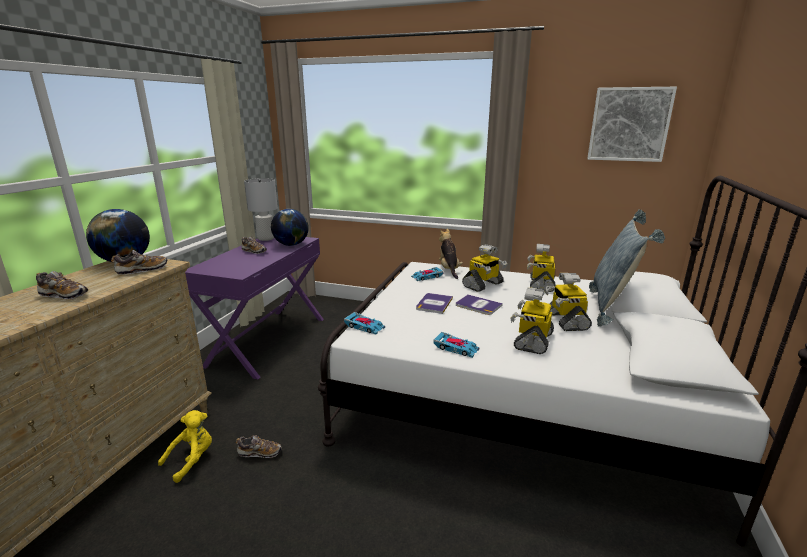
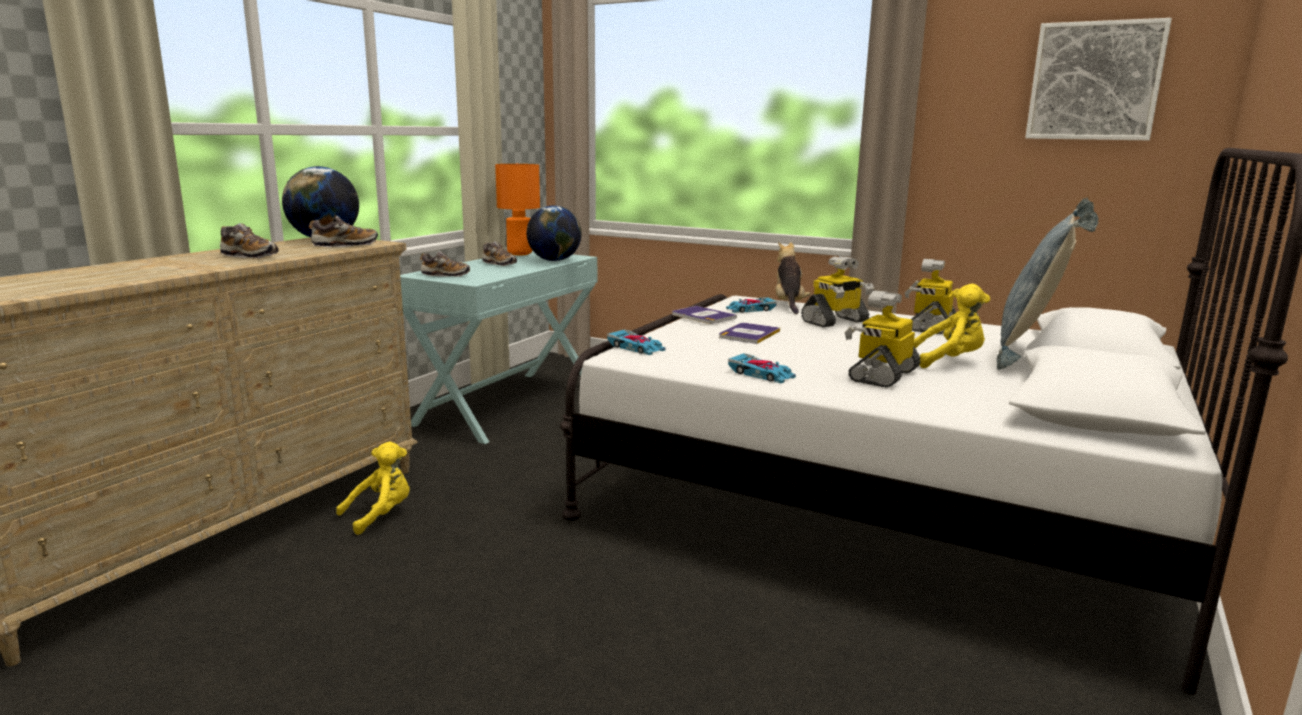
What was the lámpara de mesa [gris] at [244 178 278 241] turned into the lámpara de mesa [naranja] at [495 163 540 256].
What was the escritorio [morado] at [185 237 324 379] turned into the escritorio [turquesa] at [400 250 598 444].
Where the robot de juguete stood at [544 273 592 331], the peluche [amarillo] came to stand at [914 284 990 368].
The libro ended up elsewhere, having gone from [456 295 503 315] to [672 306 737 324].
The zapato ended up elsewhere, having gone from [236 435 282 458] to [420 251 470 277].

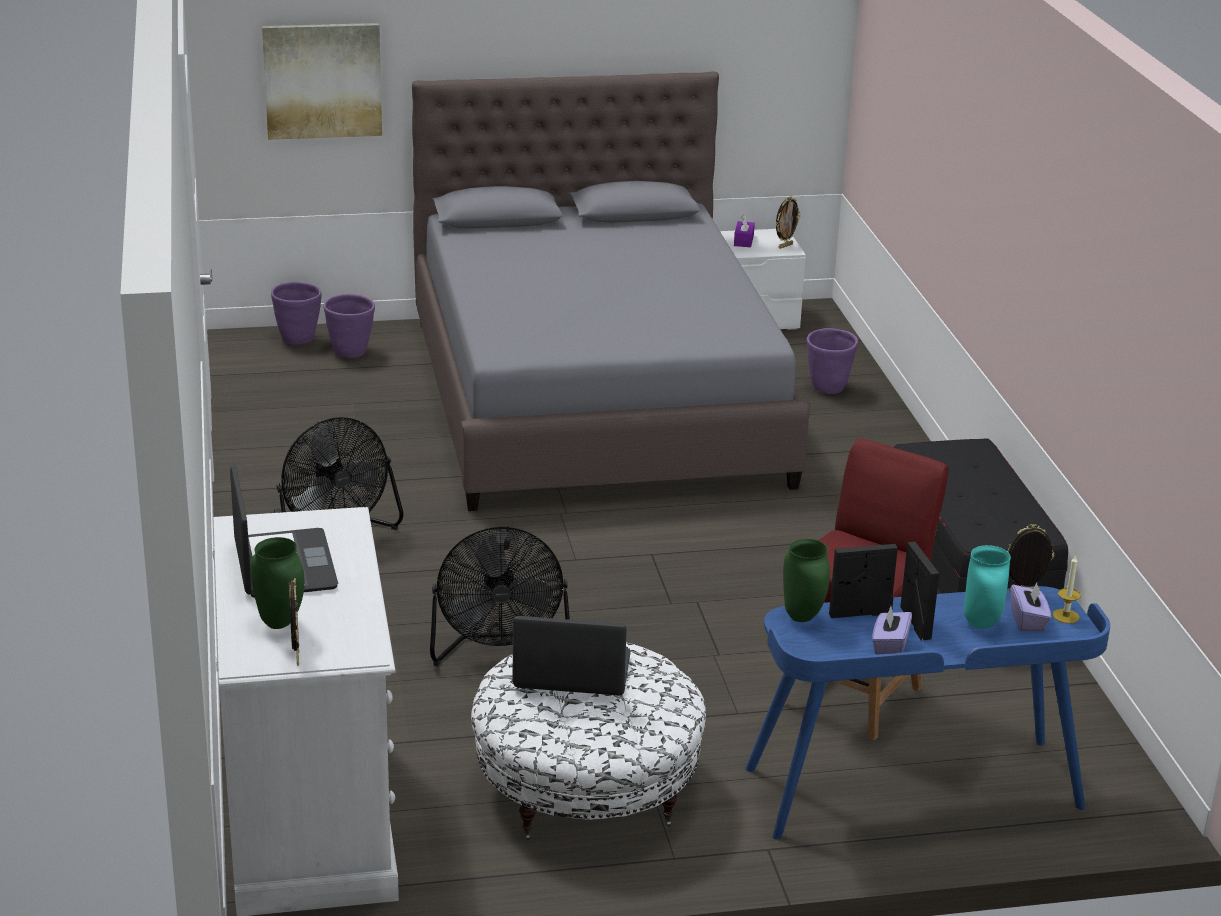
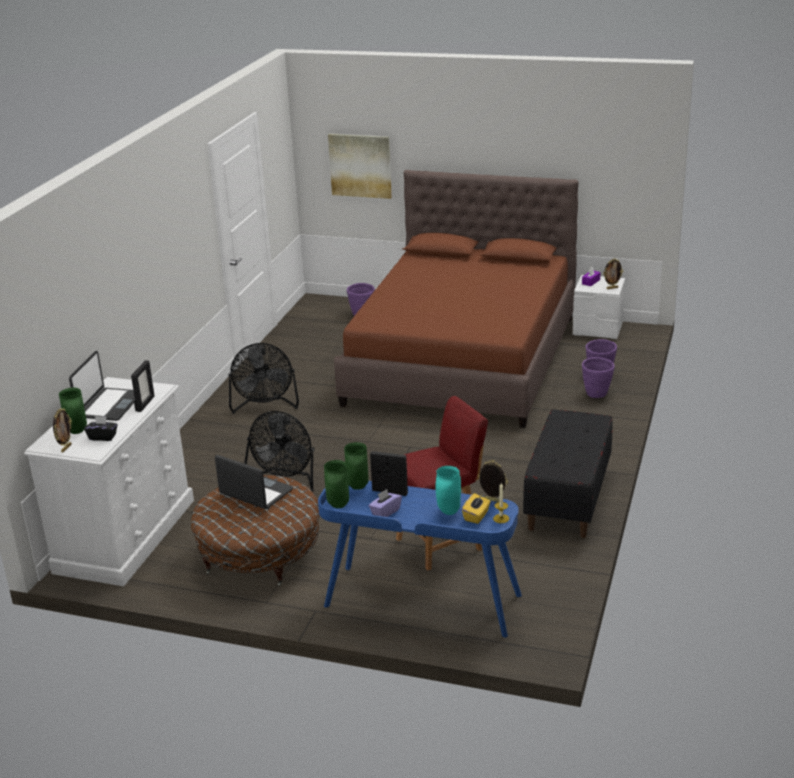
What was the cama [gris] at [412 71 811 511] turned into the cama [marrón] at [334 170 578 428].
The maceta [morado] ended up elsewhere, having gone from [271 282 321 345] to [582 357 615 398].
The portarretratos ended up elsewhere, having gone from [900 542 939 641] to [131 360 155 412].
What was the caja de pañuelos [morado] at [1010 583 1051 632] turned into the caja de pañuelos [amarillo] at [462 493 491 524].
What was the puf [blanco] at [471 642 706 840] turned into the puf [marrón] at [191 475 319 586].
The second view gained the caja de pañuelos [negro] at [84 416 117 441].
The second view gained the florero [verde] at [324 460 349 508].

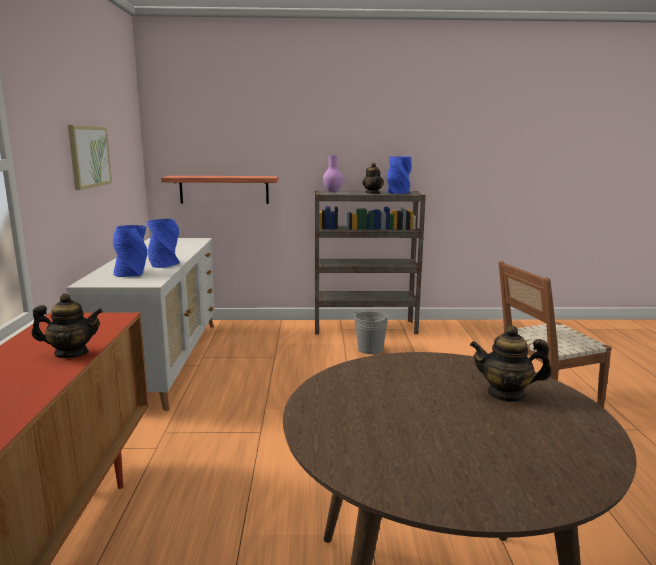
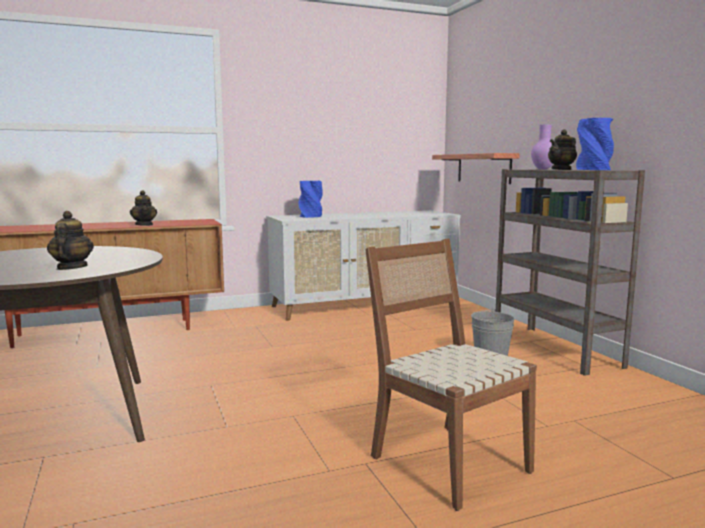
The second view lost the cuadro at [68 125 112 190].
The second view lost the florero [azul] at [147 219 180 268].

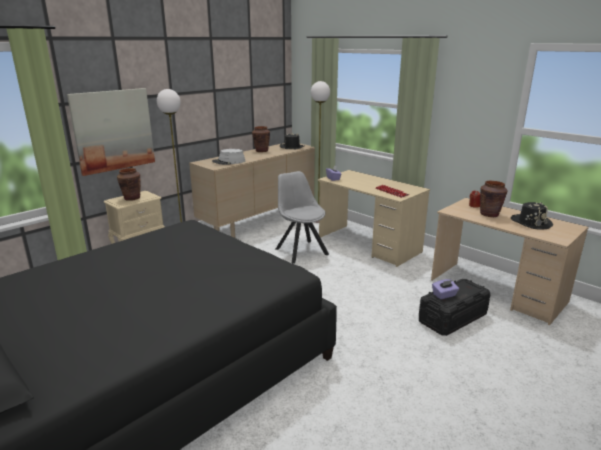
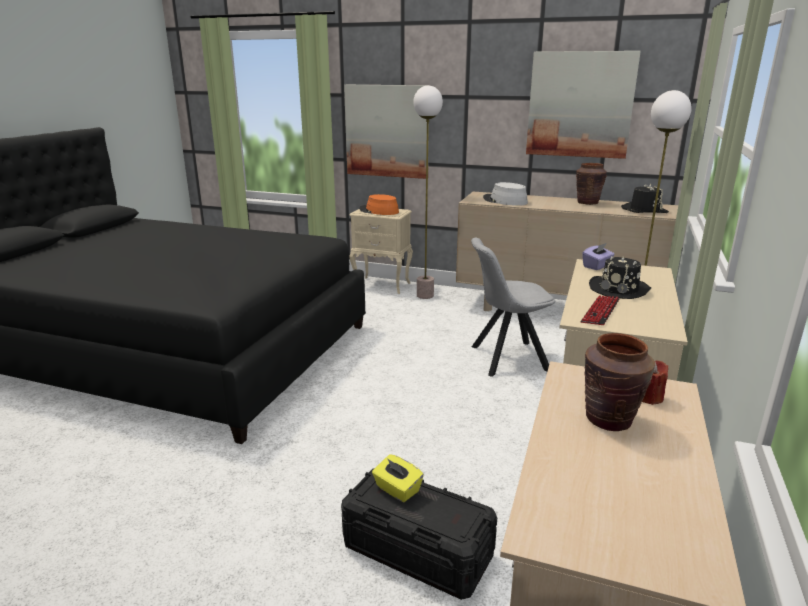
Where the florero [marrón] stood at [117 168 141 201], the sombrero [naranja] came to stand at [359 194 399 215].
The silla [gris] at [276 171 329 264] ended up facing another way, 135 degrees counterclockwise from before.
The sombrero [negro] ended up elsewhere, having gone from [511 202 553 230] to [589 256 651 299].
What was the caja de pañuelos [morado] at [432 279 459 299] turned into the caja de pañuelos [amarillo] at [372 454 424 502].
The second view gained the cuadro at [526 51 641 159].

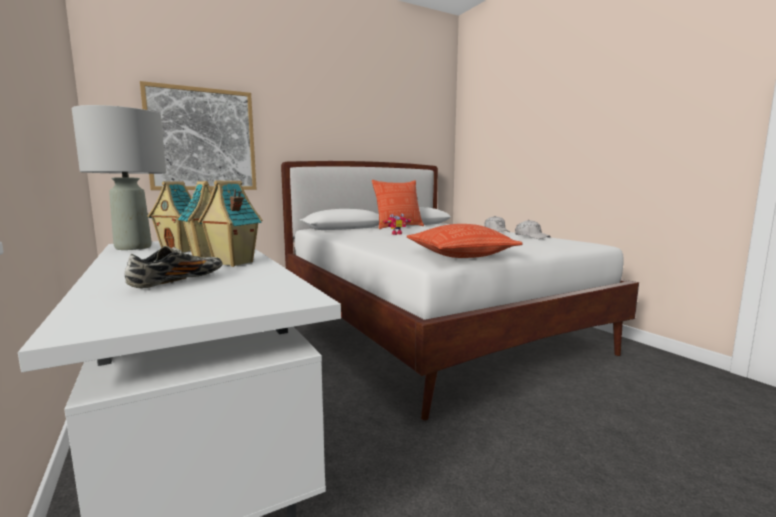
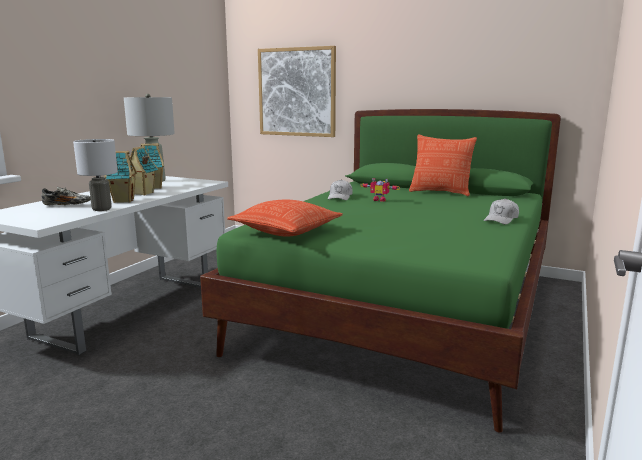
What was the cama [blanco] at [281 161 639 420] turned into the cama [verde] at [200 109 561 433].
The gorra [blanco] ended up elsewhere, having gone from [515 220 551 239] to [328 179 353 200].
The second view gained the lámpara de mesa [blanco] at [73 139 118 211].

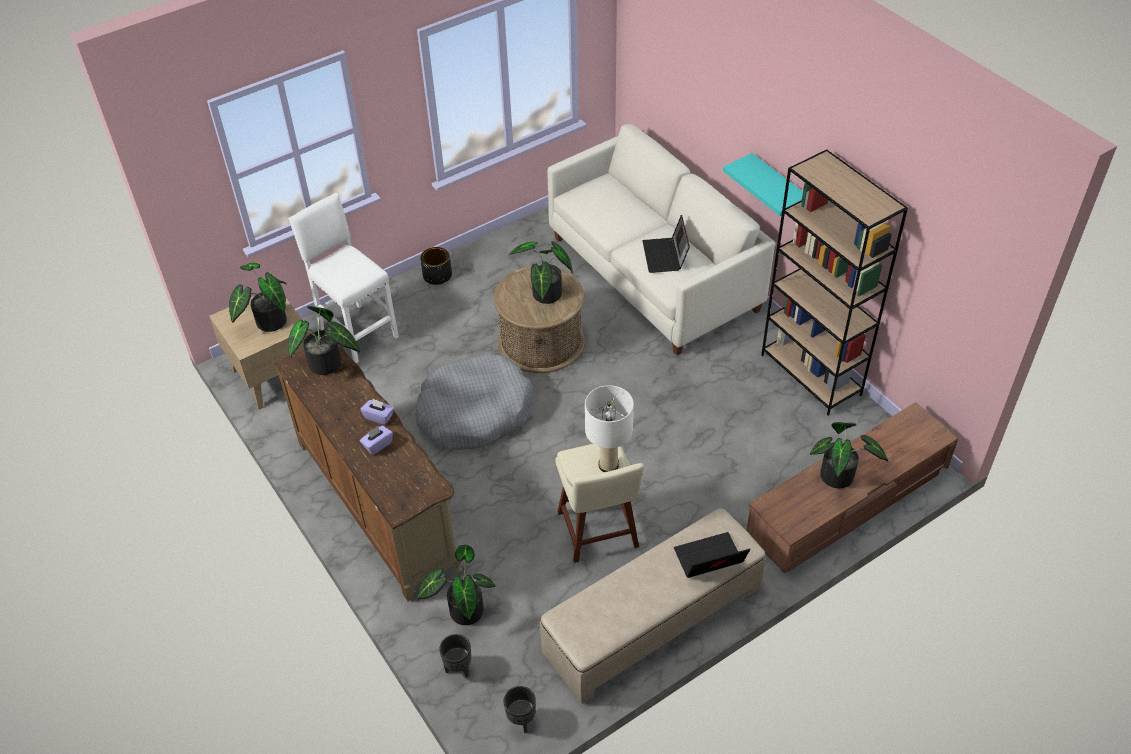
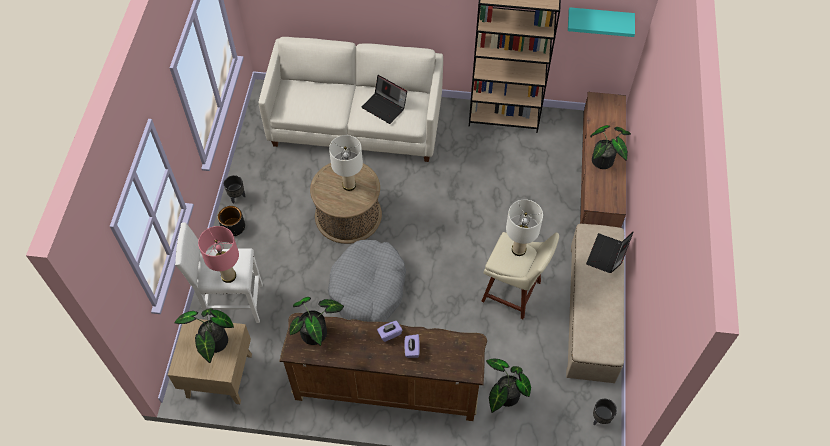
The estante [turquesa] ended up elsewhere, having gone from [723 153 803 216] to [568 7 635 37].
Where the planta en maceta stood at [509 241 573 304], the lámpara de mesa [blanco] came to stand at [329 135 363 191].
The maceta [negro] ended up elsewhere, having gone from [439 634 471 677] to [224 175 245 203].
The second view gained the lámpara de mesa [rosa] at [198 226 239 283].

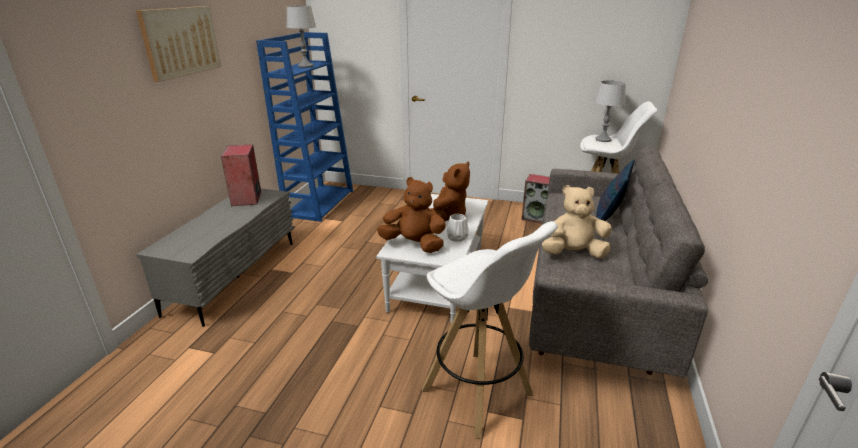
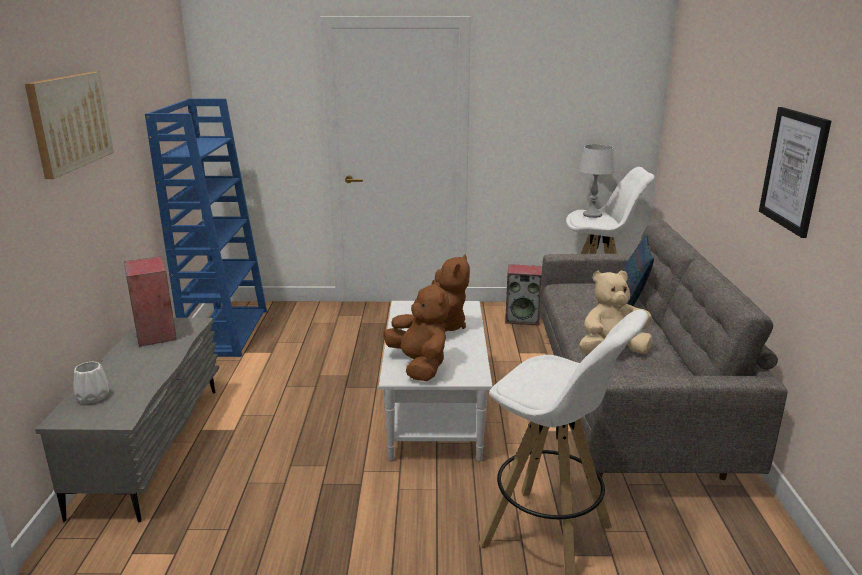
The second view lost the lámpara de mesa [gris] at [286 6 316 68].
The peluche [marrón] at [377 177 446 253] ended up facing another way, 60 degrees clockwise from before.
The florero [blanco] ended up elsewhere, having gone from [447 214 468 242] to [74 362 110 404].
The second view gained the cuadro at [759 107 831 238].

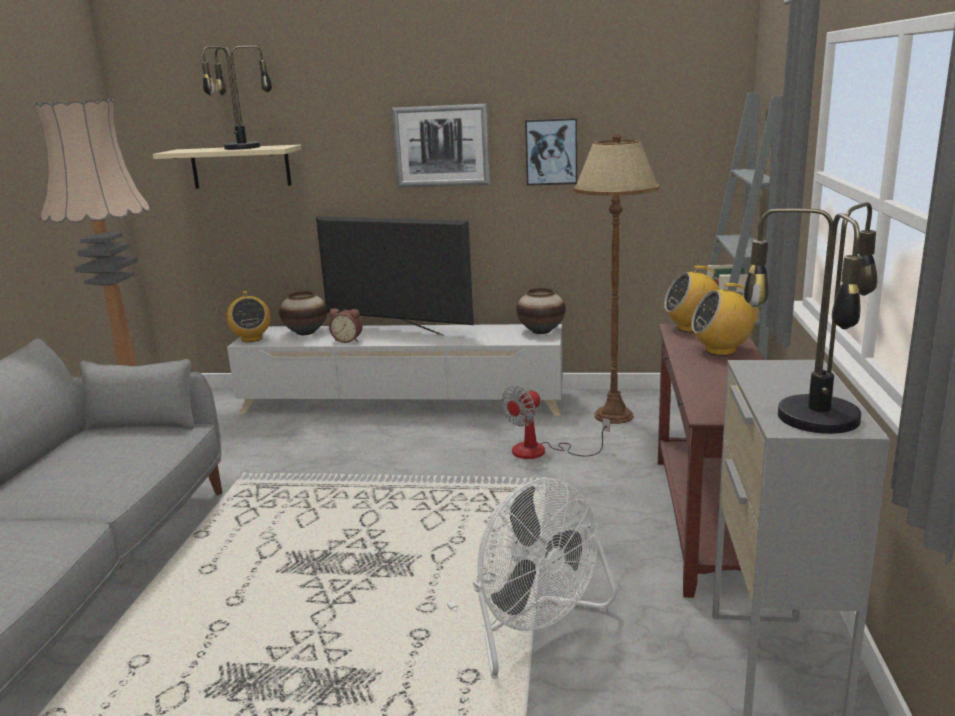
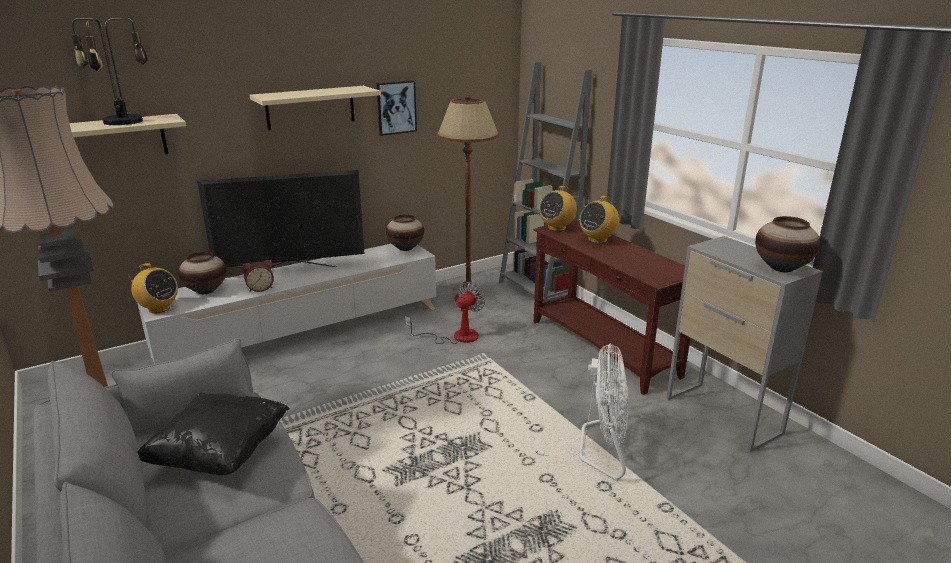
Where the cuadro hung at [392 104 490 187], the estante [beis] came to hang at [249 86 381 131].
Where the lámpara de mesa stood at [744 202 877 434], the florero came to stand at [755 216 820 272].
The ventilador at [501 386 610 459] ended up facing another way, 150 degrees counterclockwise from before.
The second view gained the cojín [negro] at [138 393 290 475].

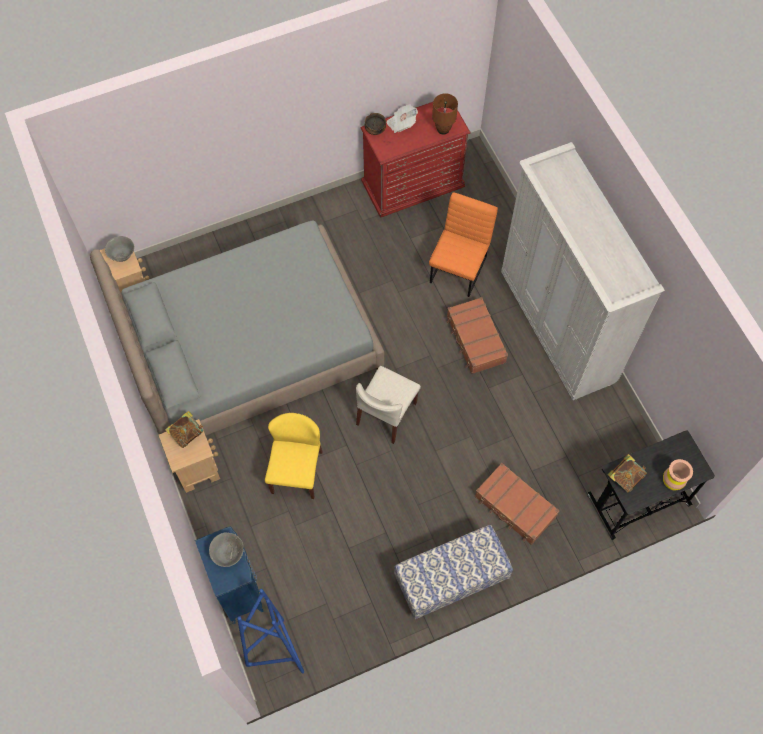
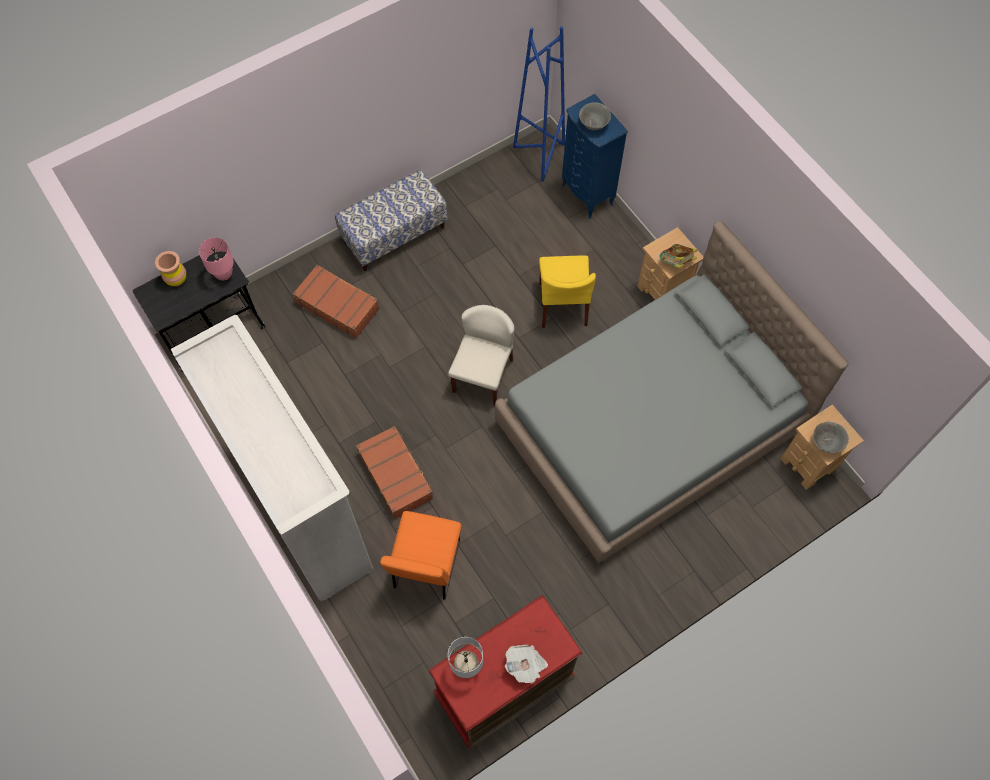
What was the lámpara de mesa [marrón] at [432 93 458 135] turned into the lámpara de mesa [blanco] at [448 637 483 678].
The second view lost the cuenco at [365 113 386 135].
Where the libro stood at [608 454 647 492], the lámpara de mesa [rosa] came to stand at [199 237 234 282].

